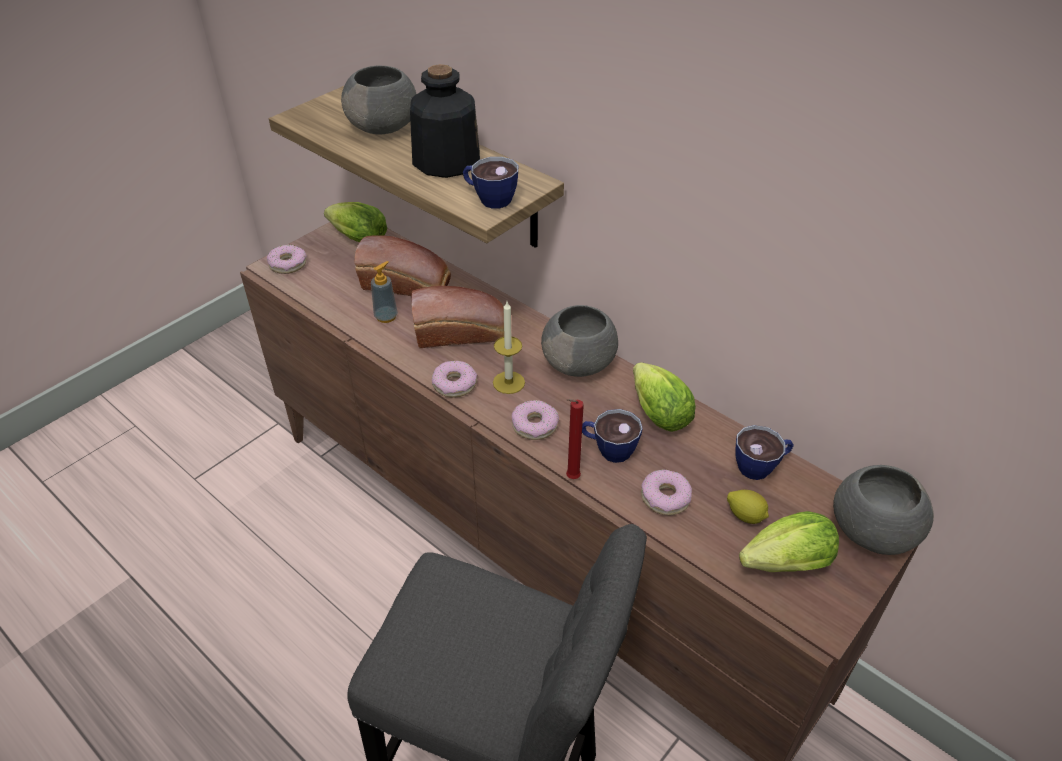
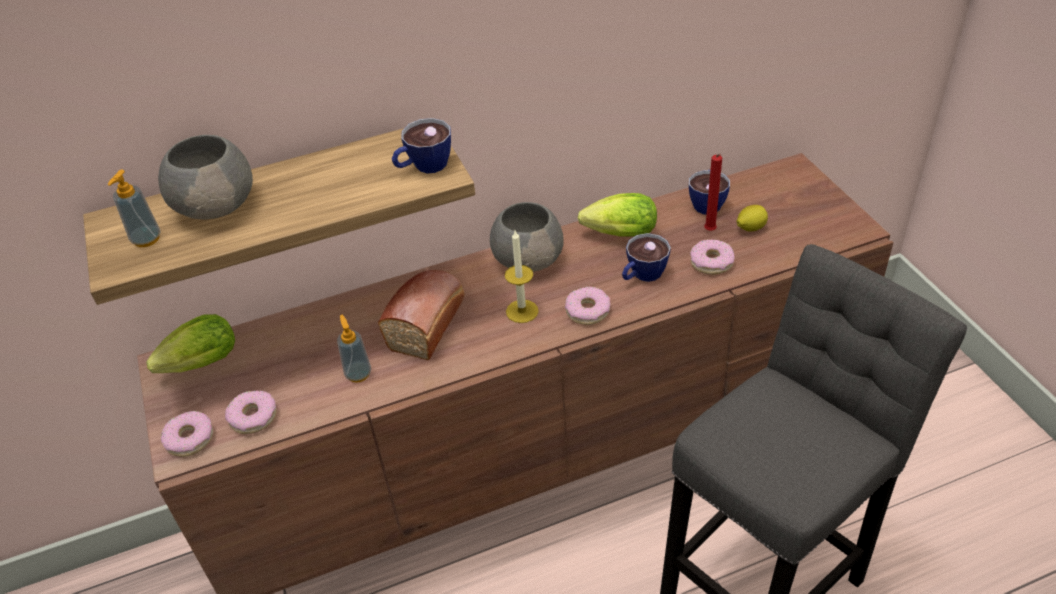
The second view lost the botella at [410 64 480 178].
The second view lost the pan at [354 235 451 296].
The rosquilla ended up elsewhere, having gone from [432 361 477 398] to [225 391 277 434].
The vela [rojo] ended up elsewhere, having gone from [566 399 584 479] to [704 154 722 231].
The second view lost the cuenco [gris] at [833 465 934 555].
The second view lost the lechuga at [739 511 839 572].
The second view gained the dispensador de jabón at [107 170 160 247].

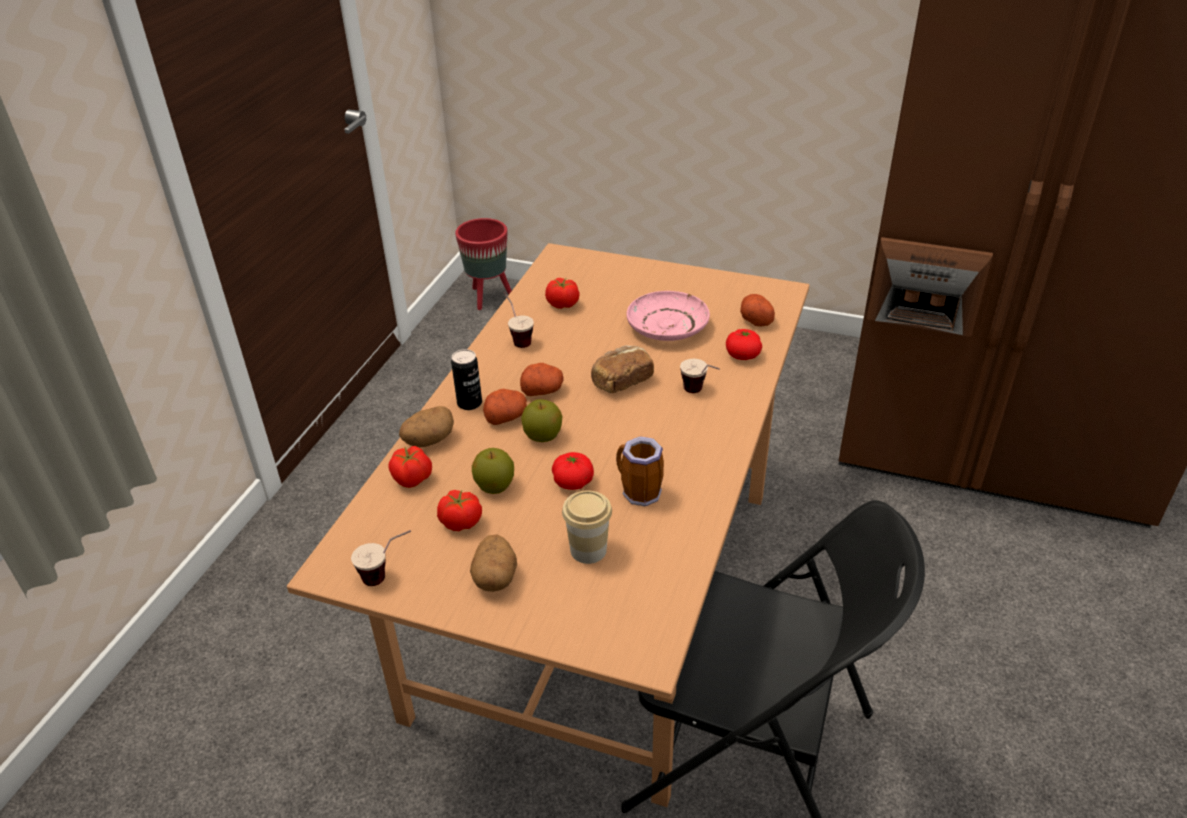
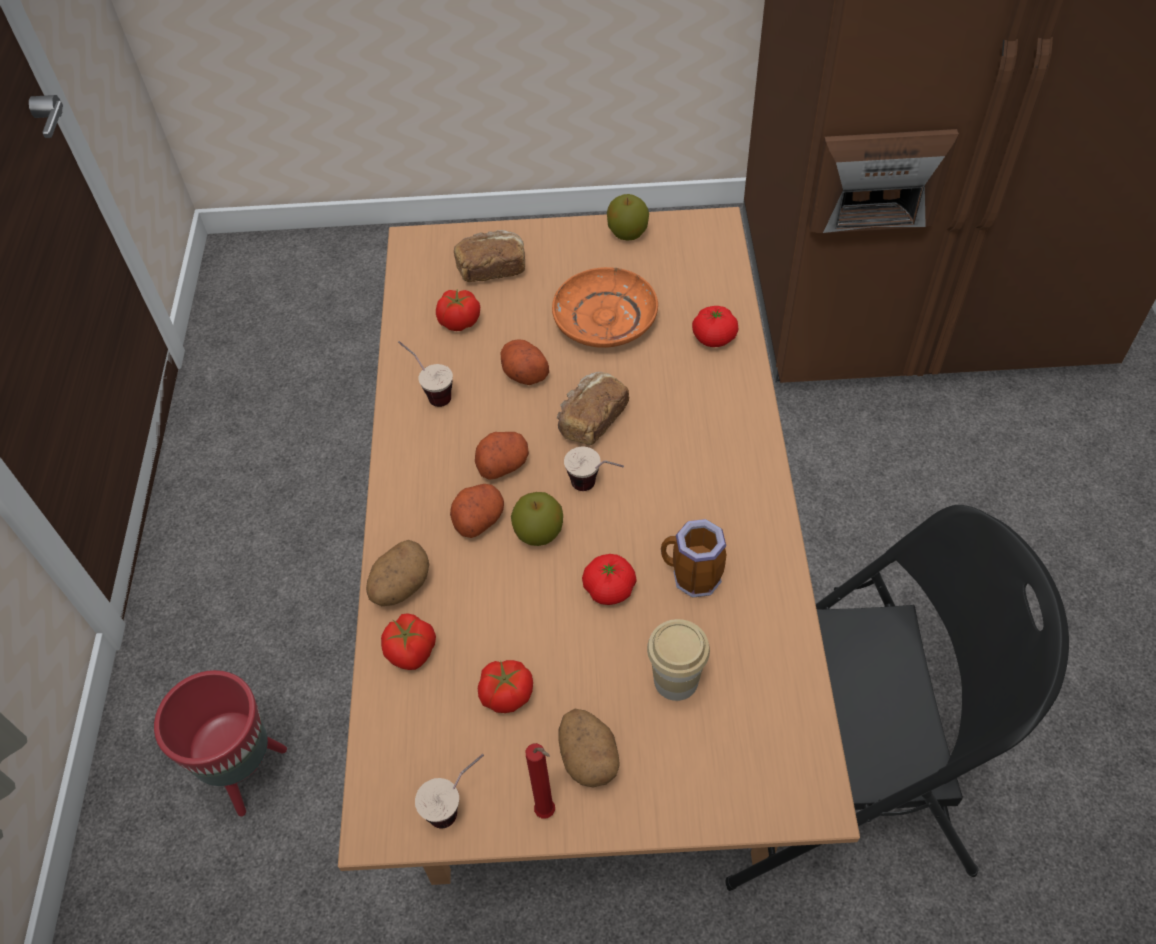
The maceta [rojo] ended up elsewhere, having gone from [455 218 512 310] to [154 670 287 816].
What was the plato [rosa] at [627 291 710 341] turned into the plato [naranja] at [552 267 658 348].
The patata ended up elsewhere, having gone from [740 294 775 327] to [500 339 549 385].
The second view lost the lata at [451 349 482 410].
The taza ended up elsewhere, having gone from [680 359 720 393] to [564 446 624 491].
The manzana ended up elsewhere, having gone from [472 448 514 494] to [607 194 649 240].
The second view gained the pan at [454 230 525 282].
The second view gained the vela [rojo] at [526 743 555 819].

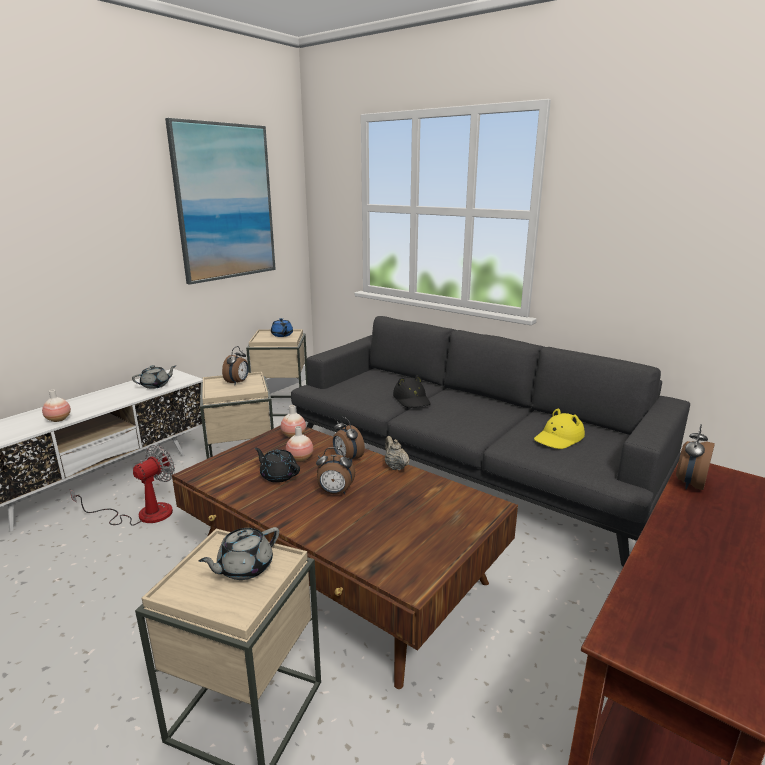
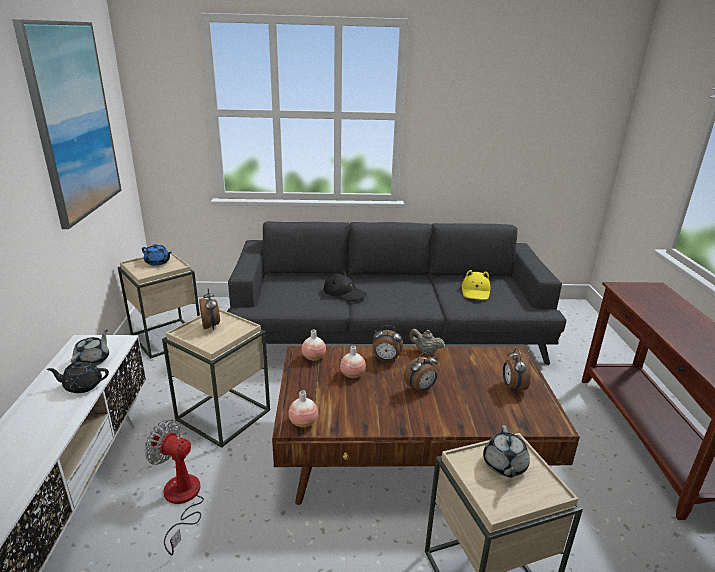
The florero ended up elsewhere, having gone from [42 390 71 422] to [288 390 318 427].
The despertador ended up elsewhere, having gone from [676 424 715 490] to [503 348 531 392].
The ventilador at [70 445 175 525] ended up facing another way, 60 degrees counterclockwise from before.
The tetera [negro] ended up elsewhere, having gone from [255 448 300 483] to [47 361 109 393].

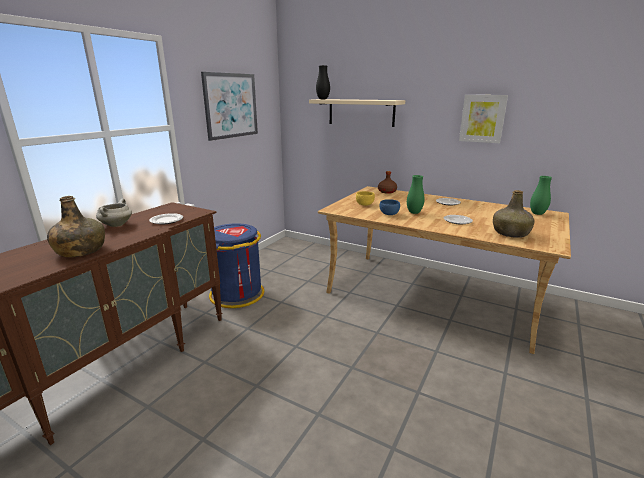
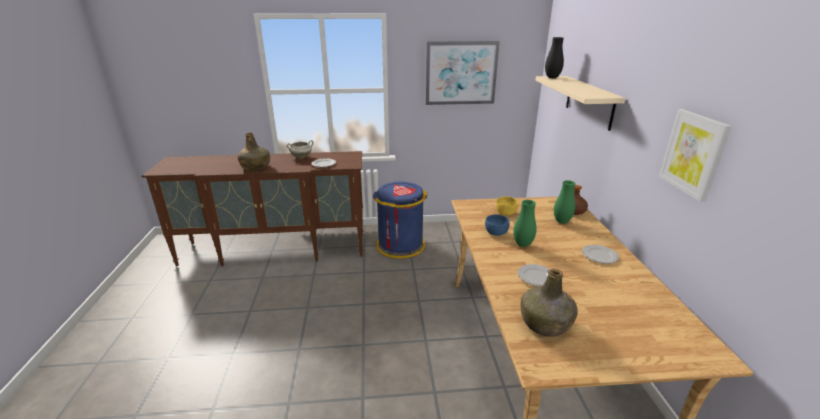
The florero [verde] ended up elsewhere, having gone from [530 176 552 215] to [554 180 576 224].

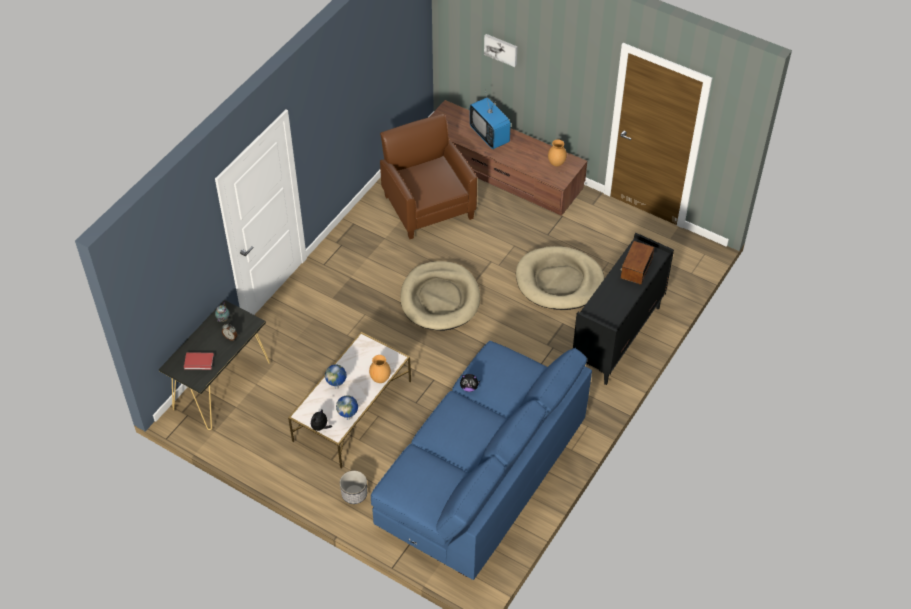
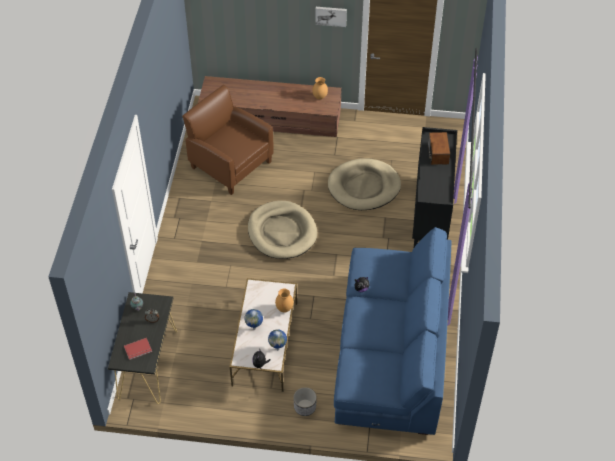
The cuadro ended up elsewhere, having gone from [484 34 517 67] to [315 7 347 27].
The second view lost the televisor at [470 90 511 149].

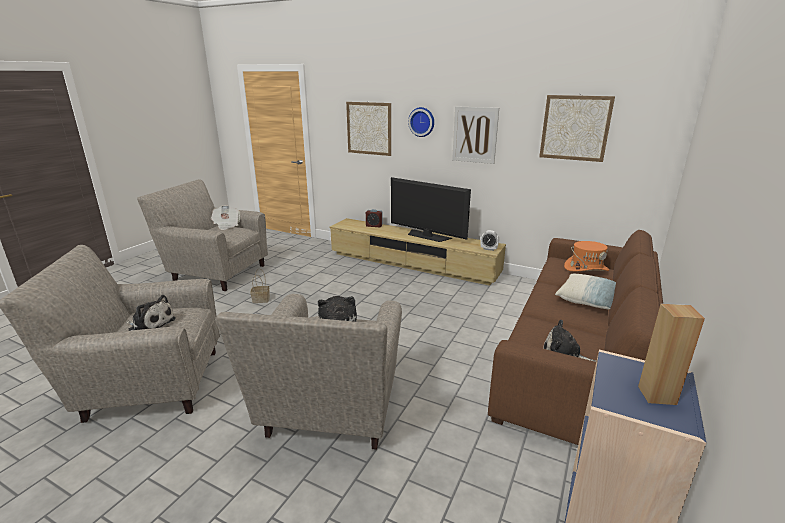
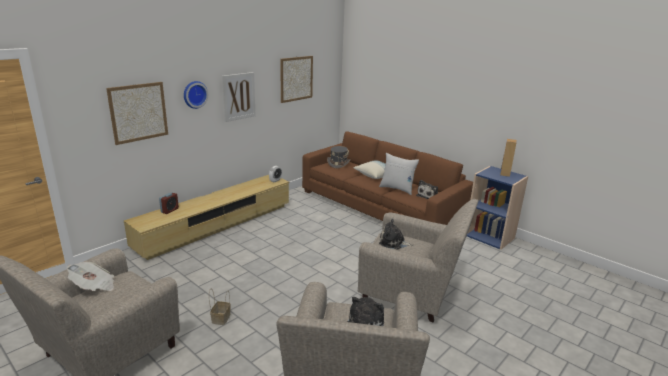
The second view lost the televisor at [391 177 471 242].
What was the sombrero [naranja] at [564 241 609 271] turned into the sombrero [gris] at [327 146 351 169].
The second view gained the cojín [gris] at [379 153 419 195].

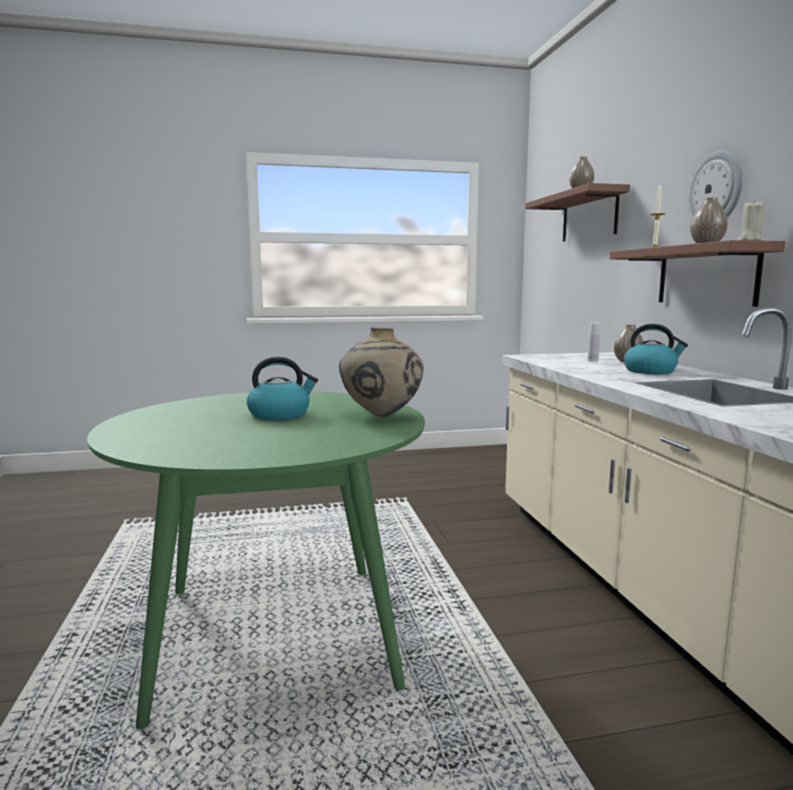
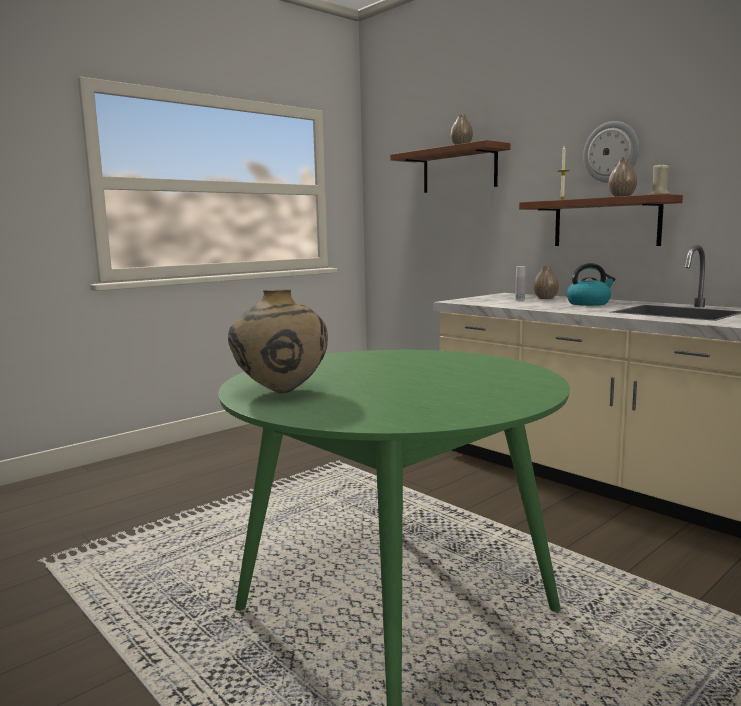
The florero [beis] ended up elsewhere, having gone from [339 327 424 417] to [228 290 328 394].
The second view lost the hervidor at [247 357 318 420].

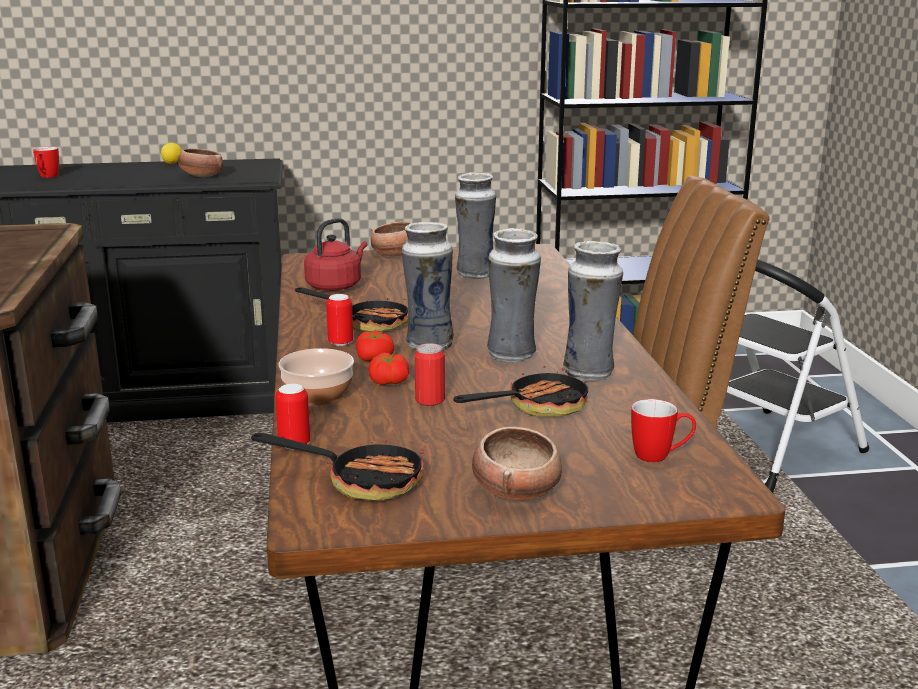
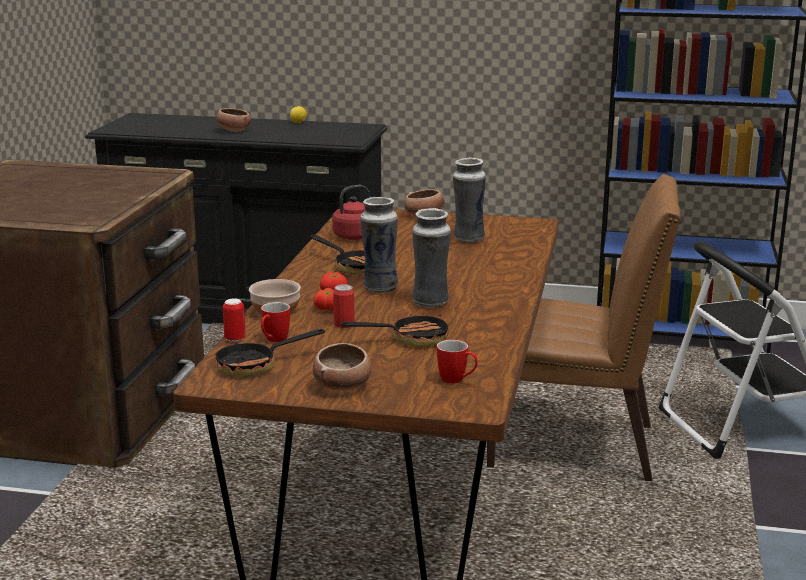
The taza grande ended up elsewhere, having gone from [33 147 59 178] to [261 302 290 342].
The cuenco ended up elsewhere, having gone from [178 148 223 177] to [216 108 251 132].
The second view lost the florero at [563 241 623 382].
The second view lost the lata at [326 294 353 346].
The sartén at [251 433 424 501] ended up facing another way, 120 degrees clockwise from before.

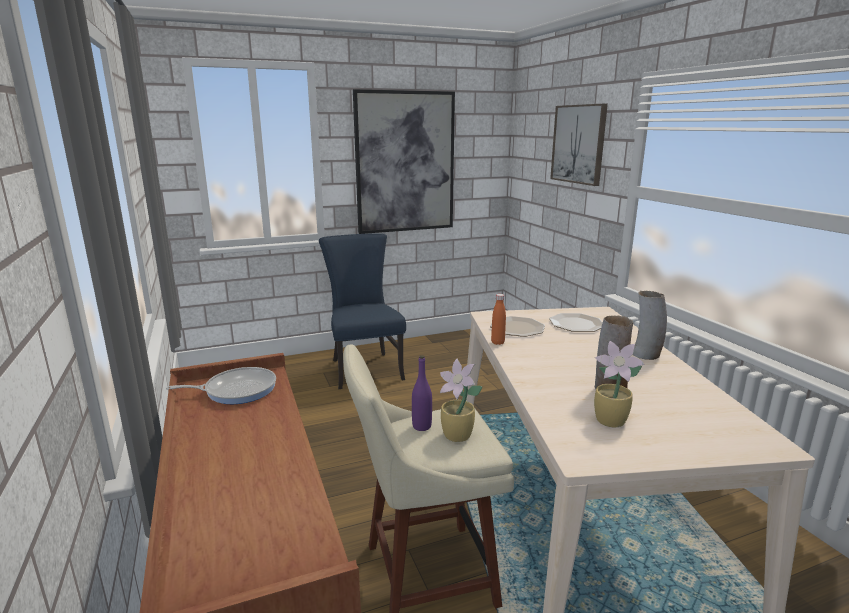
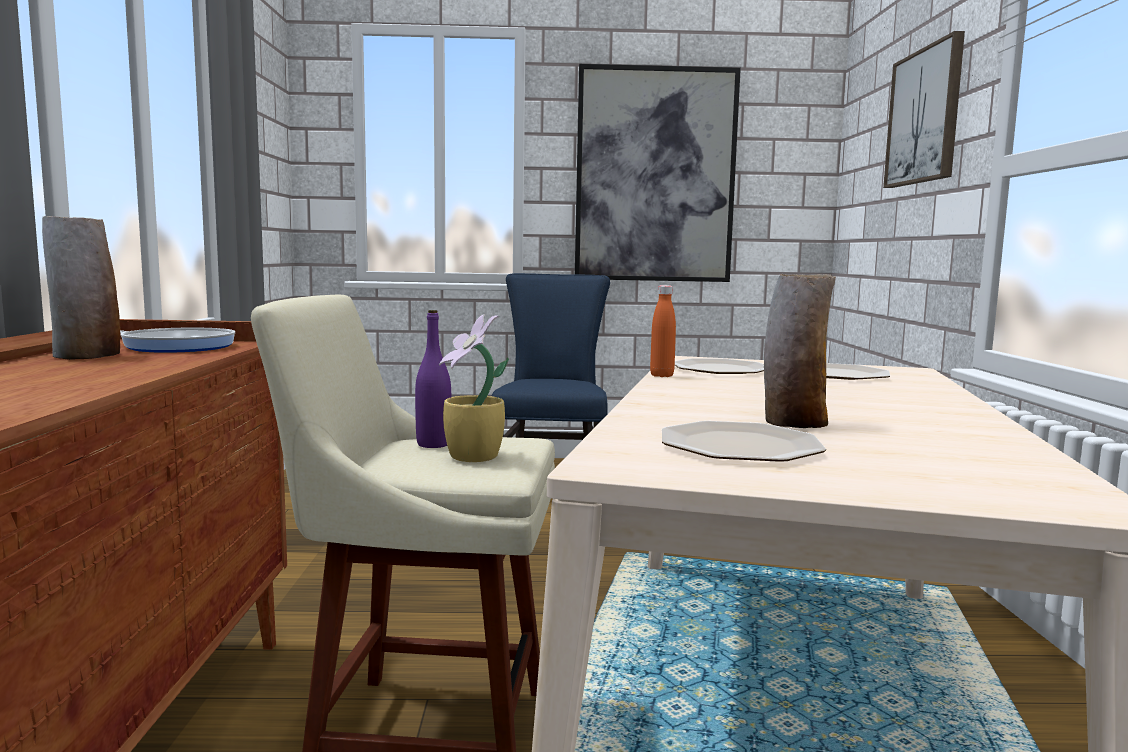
The florero ended up elsewhere, having gone from [632 291 667 360] to [42 216 121 360].
Where the planta en maceta stood at [594 341 645 427], the plato came to stand at [662 421 826 462].

